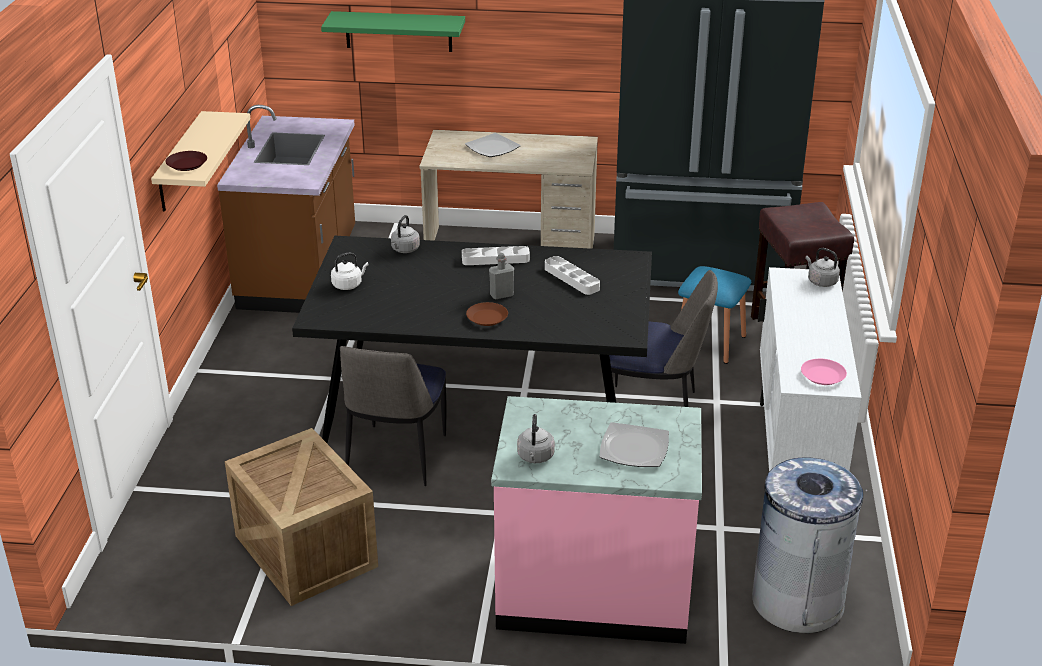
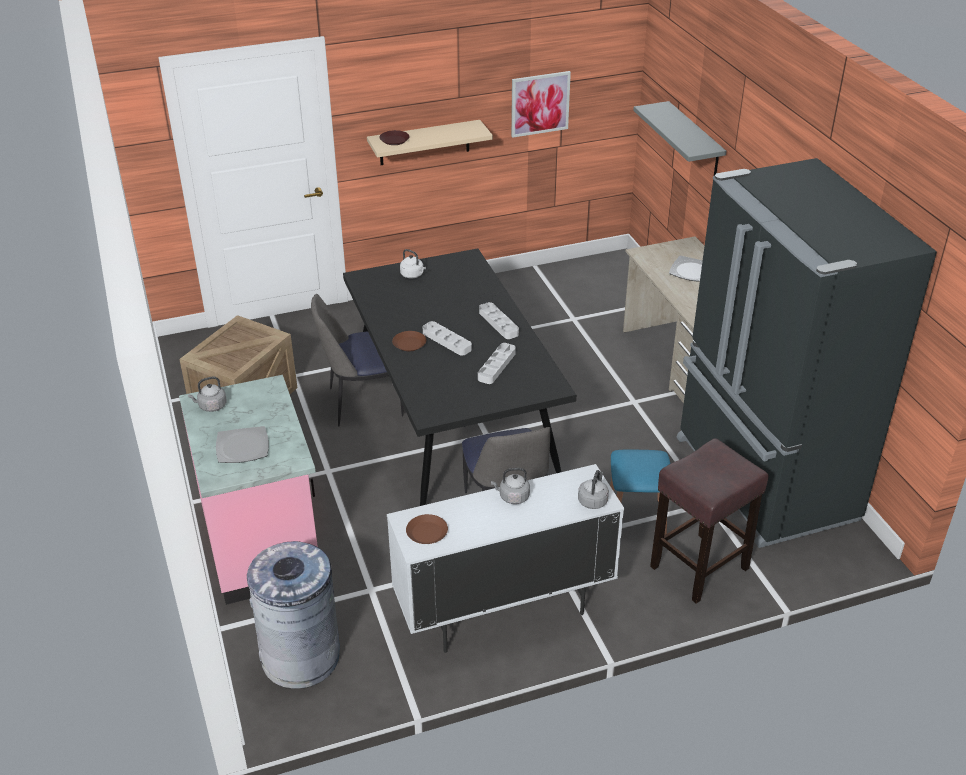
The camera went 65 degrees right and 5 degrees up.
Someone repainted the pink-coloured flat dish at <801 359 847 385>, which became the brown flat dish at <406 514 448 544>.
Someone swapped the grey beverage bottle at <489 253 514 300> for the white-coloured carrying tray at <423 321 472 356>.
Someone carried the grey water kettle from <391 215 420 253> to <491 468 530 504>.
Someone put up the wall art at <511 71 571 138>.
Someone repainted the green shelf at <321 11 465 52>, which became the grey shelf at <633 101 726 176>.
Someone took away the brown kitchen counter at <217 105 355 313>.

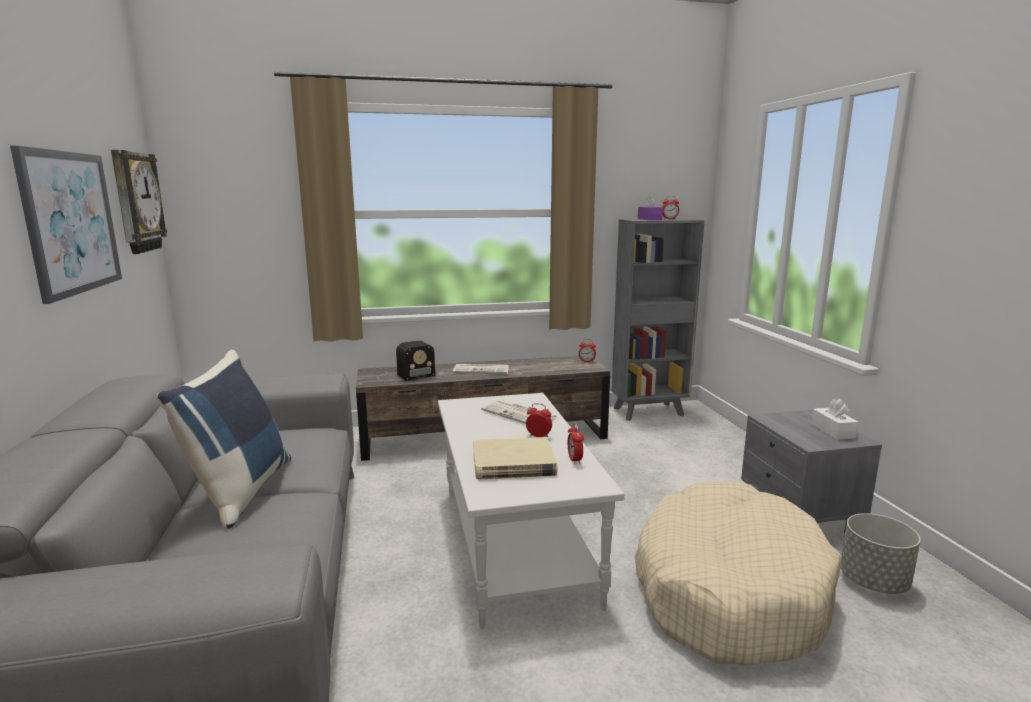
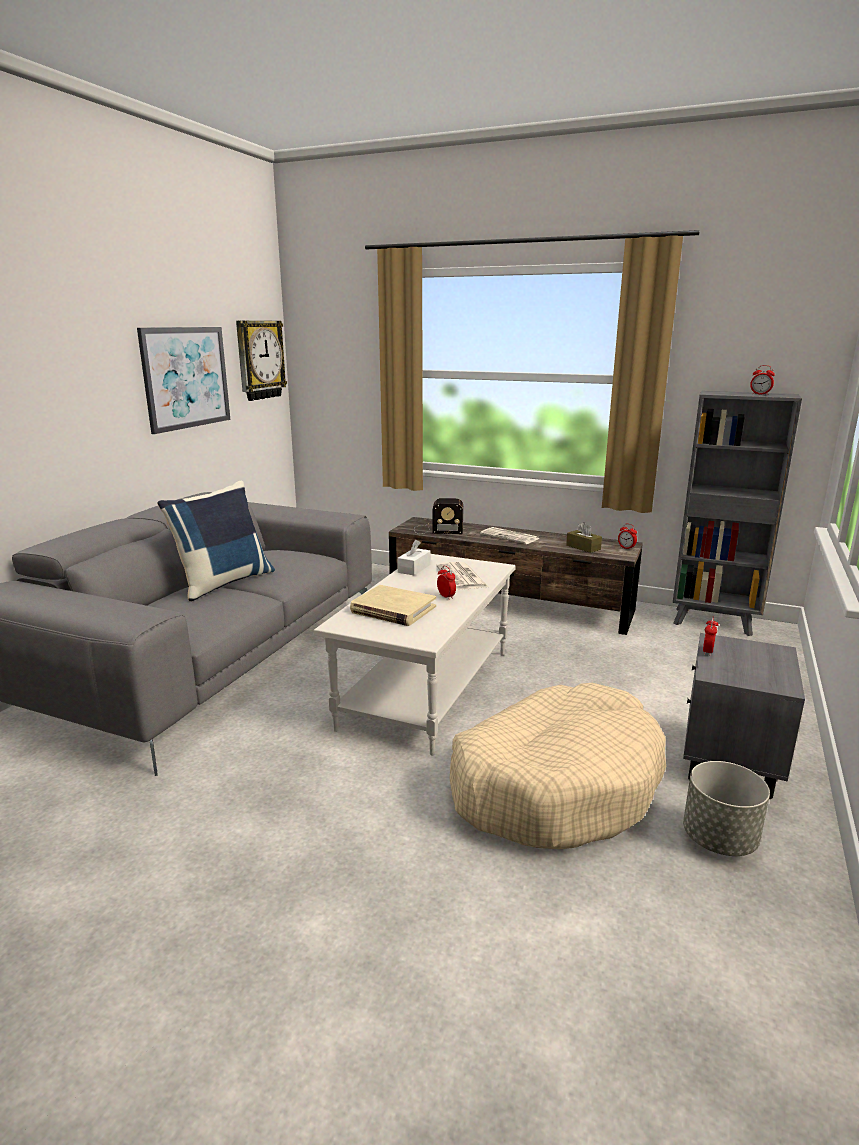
The camera went 35 degrees right and 5 degrees up.
Someone carried the white-coloured tissue box from <812 399 859 440> to <397 540 431 575>.
Someone put down the brown tissue box at <566 522 602 553>.
Someone carried the table clock from <568 423 584 464> to <703 617 719 656>.
Someone took away the purplish tissue box at <638 195 663 220>.

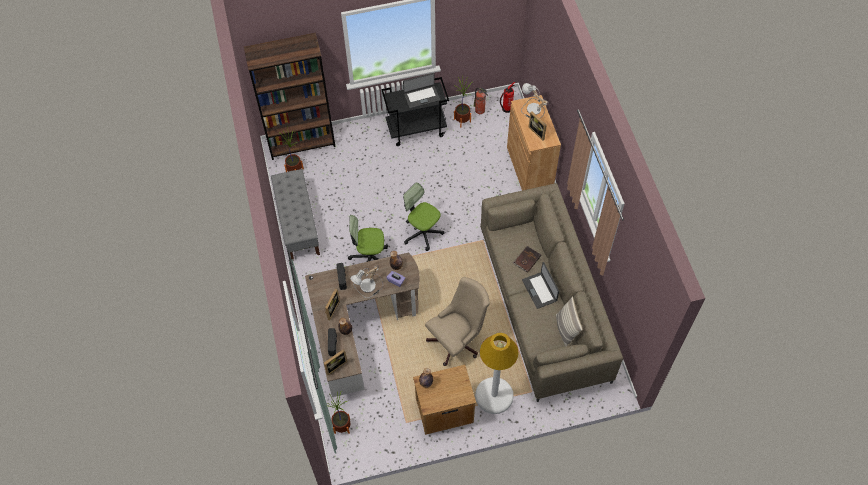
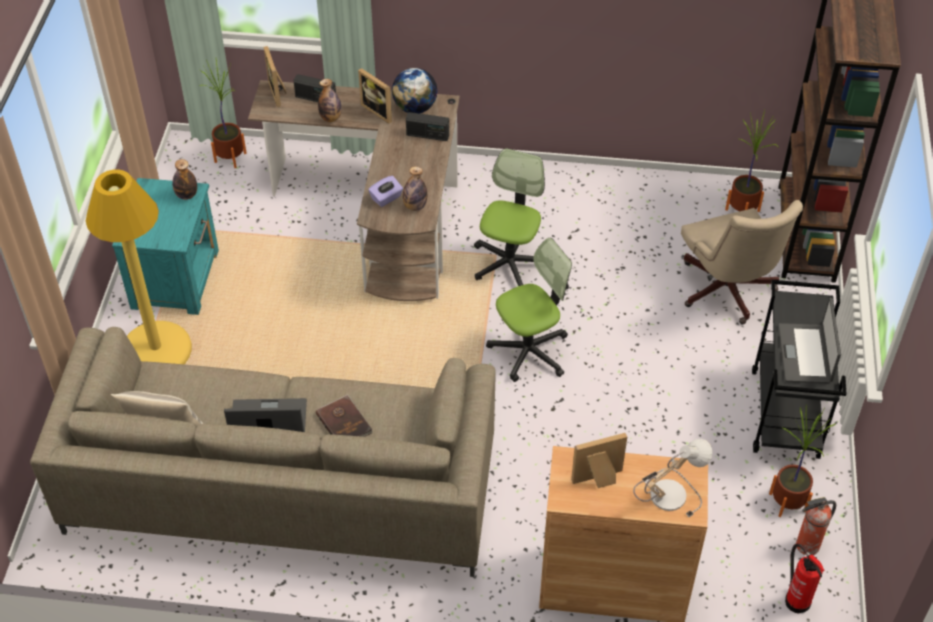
The camera went 110 degrees right and 10 degrees down.
Someone repainted the white-coloured standard lamp at <475 333 519 414>, which became the yellowish standard lamp at <86 169 192 364>.
Someone repainted the brown night table at <413 365 476 435>, which became the turquoise night table at <112 178 219 315>.
Someone put down the world globe at <392 68 438 113>.
Someone carried the beige-coloured office chair from <425 277 490 366> to <681 200 803 325>.
Someone took away the grey long seat at <271 169 320 260>.
Someone took away the table lamp at <350 265 383 298>.

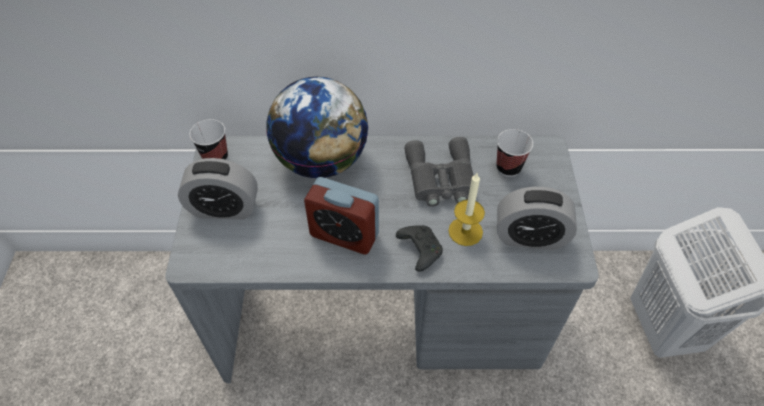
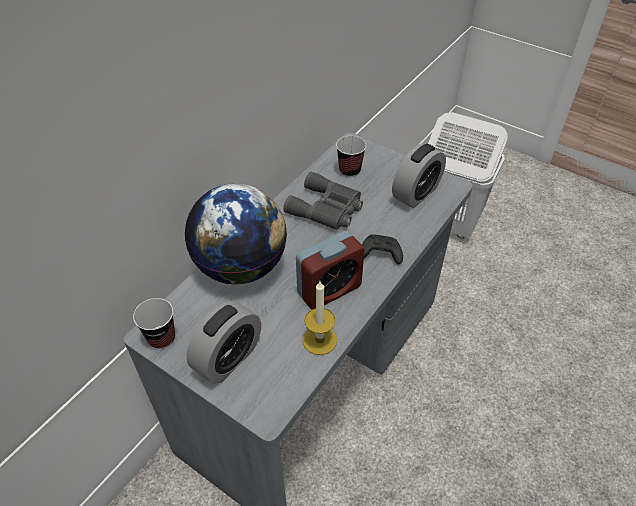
The camera went 55 degrees left and 5 degrees down.
Someone carried the candle from <448 173 485 246> to <302 281 337 355>.

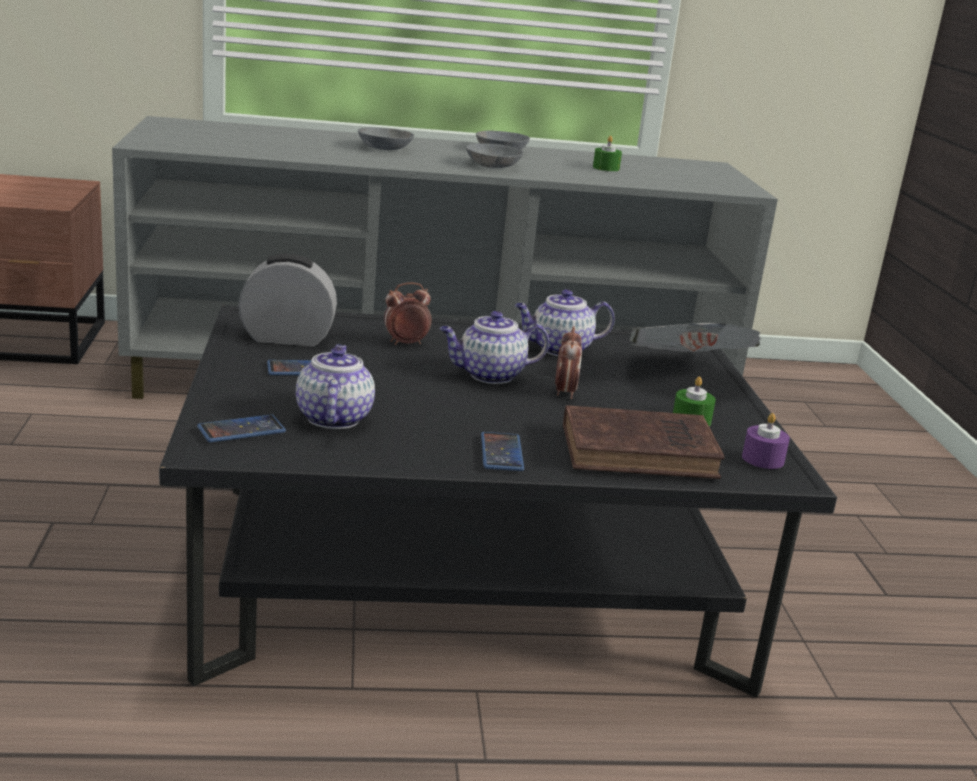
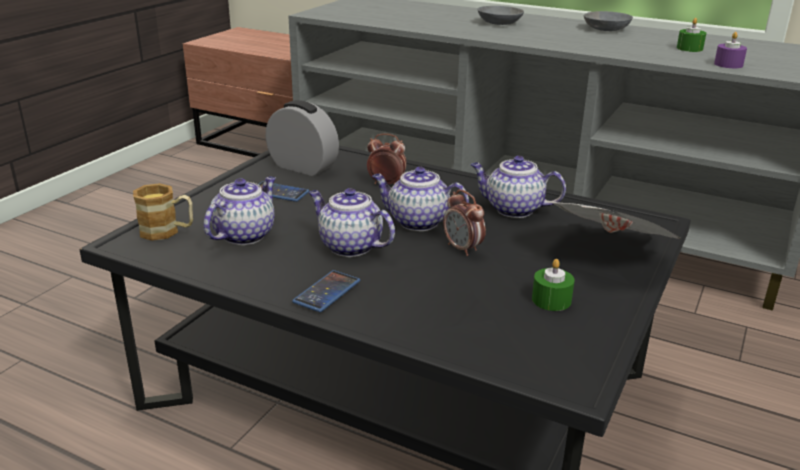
The camera went 35 degrees right and 5 degrees up.
Someone swapped the telephone at <197 414 286 442> for the mug at <133 183 193 241>.
Someone put down the pot for tea at <309 188 395 257>.
Someone rotated the table clock at <555 326 582 399> by 105 degrees clockwise.
Someone carried the purplish candle from <742 413 790 469> to <714 32 747 68>.
Someone took away the grey bowl at <466 143 524 168>.
Someone took away the brown book at <563 405 725 479>.

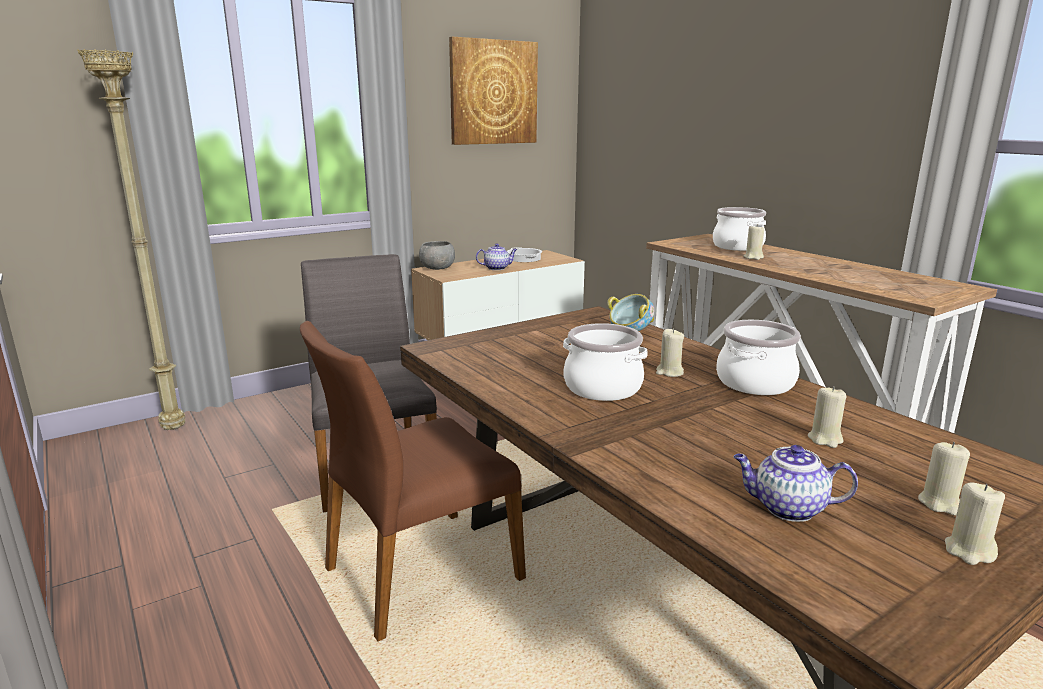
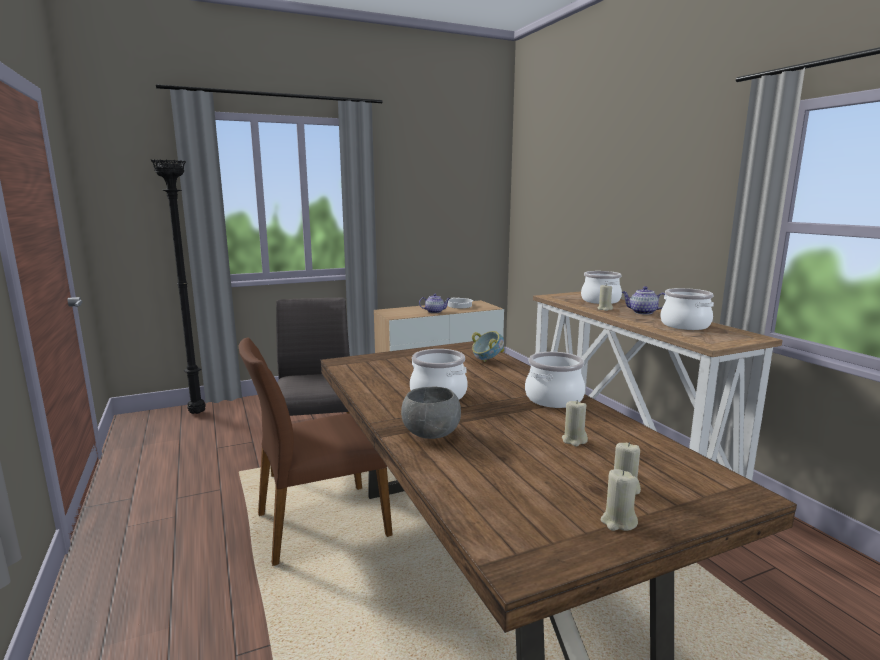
The camera went 10 degrees right and 5 degrees down.
Someone repainted the beige-coloured standard lamp at <77 49 185 430>, which became the black standard lamp at <151 159 206 414>.
Someone carried the grey bowl from <419 241 455 270> to <401 387 461 439>.
Someone carried the pot for tea from <733 445 858 522> to <622 286 665 315>.
Someone put down the saucepot at <660 288 714 330>.
Someone took away the wall art at <449 37 538 145>.
Someone took away the beige-coloured candle at <656 329 684 377>.

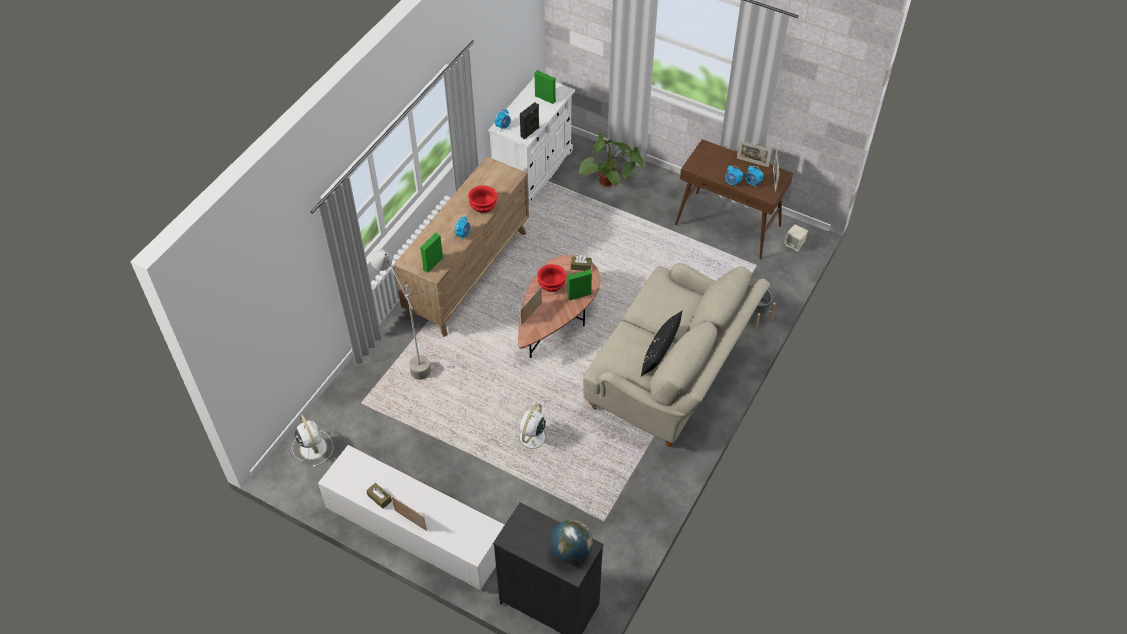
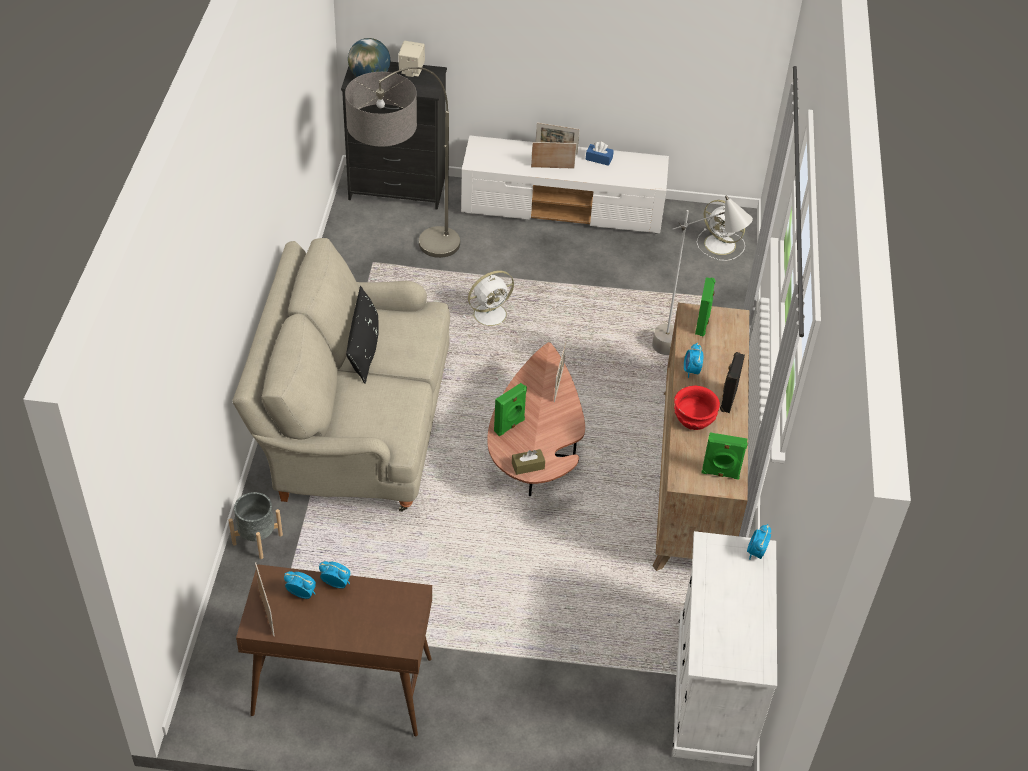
The camera went 155 degrees right and 5 degrees down.
Someone put down the standard lamp at <345 67 460 258>.
Someone carried the beige-coloured loudspeaker from <784 224 808 251> to <398 41 425 77>.
Someone rotated the white-coloured cooling fan at <514 404 551 456> by 60 degrees clockwise.
Someone carried the picture frame from <737 140 772 167> to <531 142 577 169>.
Someone repainted the brown tissue box at <366 483 392 509>, which became the blue tissue box at <586 141 614 166>.
Someone carried the green loudspeaker from <534 70 556 104> to <701 432 748 479>.
Someone carried the black loudspeaker from <520 102 539 139> to <720 352 745 413>.
Someone took away the reddish bowl at <537 264 567 292>.
Someone took away the houseplant at <578 133 644 187>.

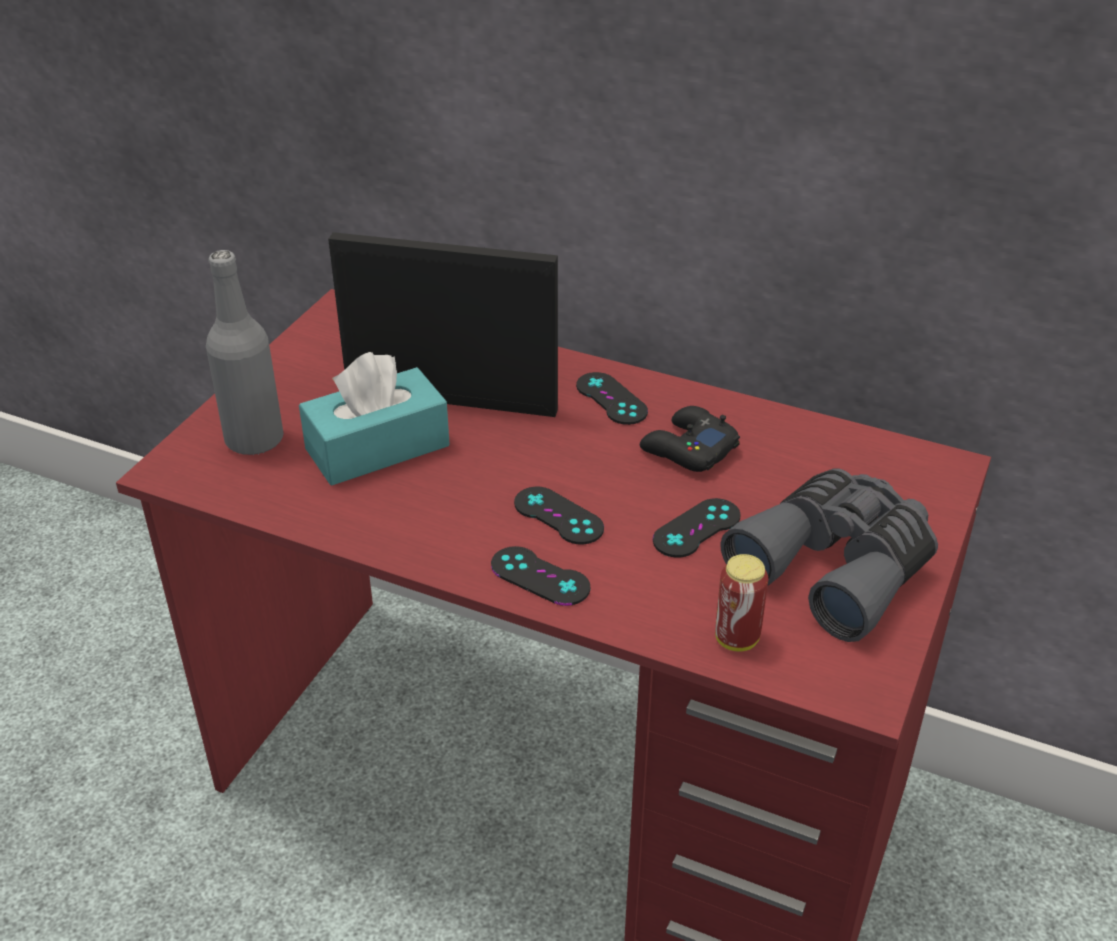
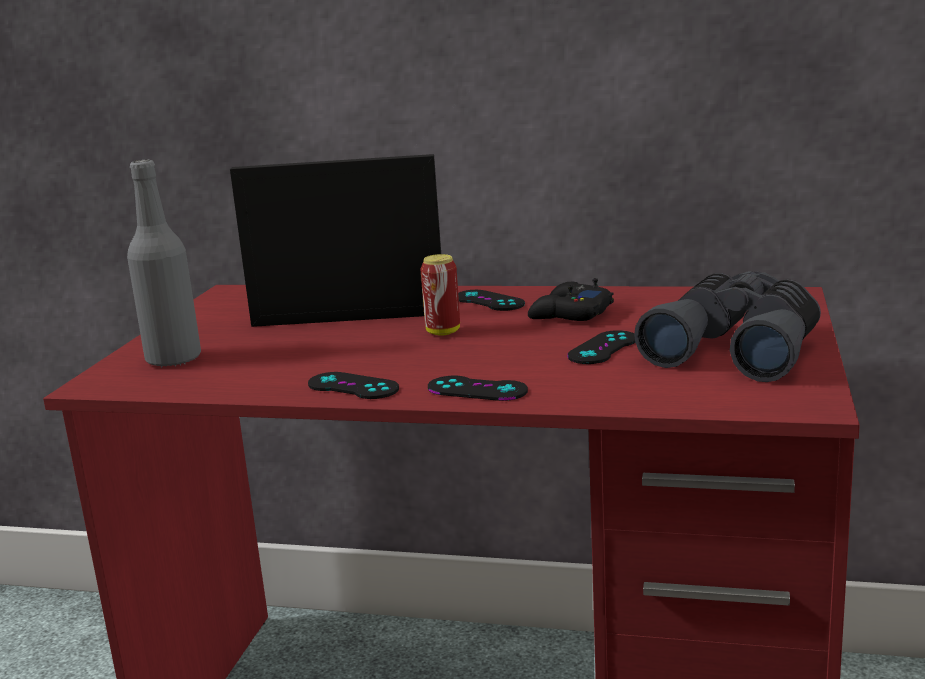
The camera went 10 degrees left and 20 degrees down.
Someone carried the black game controller from <514 487 604 544> to <308 372 399 399>.
Someone carried the sealed can from <715 554 768 652> to <421 254 460 336>.
Someone took away the turquoise tissue box at <299 352 450 486>.

